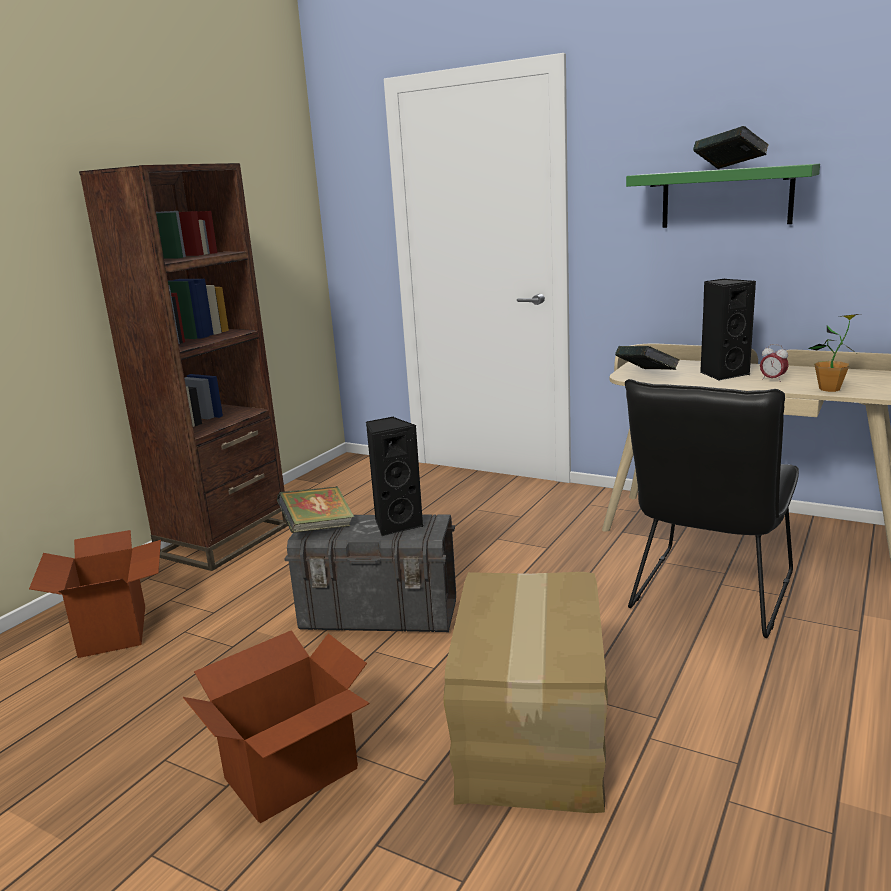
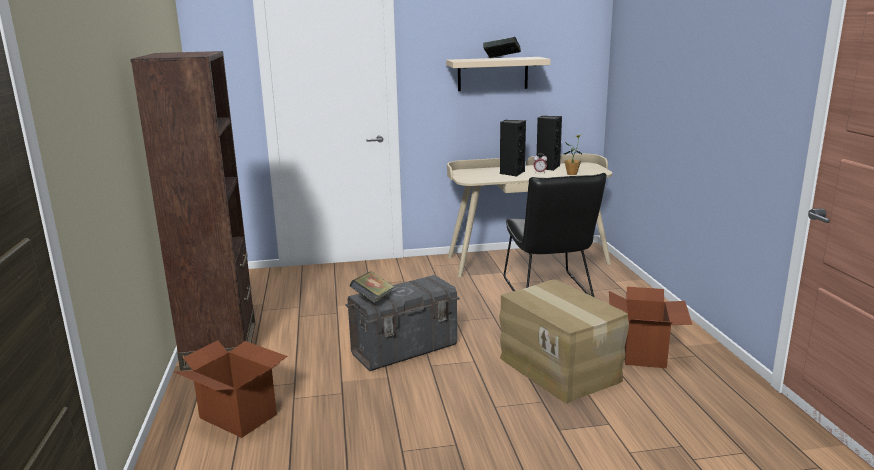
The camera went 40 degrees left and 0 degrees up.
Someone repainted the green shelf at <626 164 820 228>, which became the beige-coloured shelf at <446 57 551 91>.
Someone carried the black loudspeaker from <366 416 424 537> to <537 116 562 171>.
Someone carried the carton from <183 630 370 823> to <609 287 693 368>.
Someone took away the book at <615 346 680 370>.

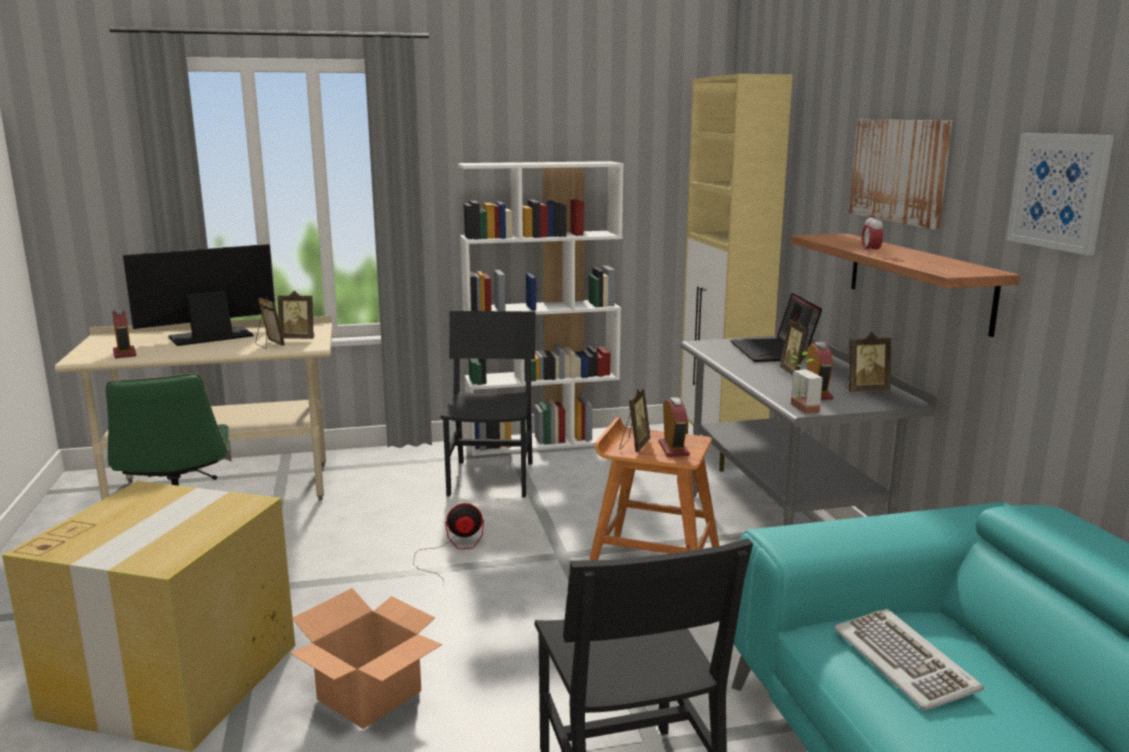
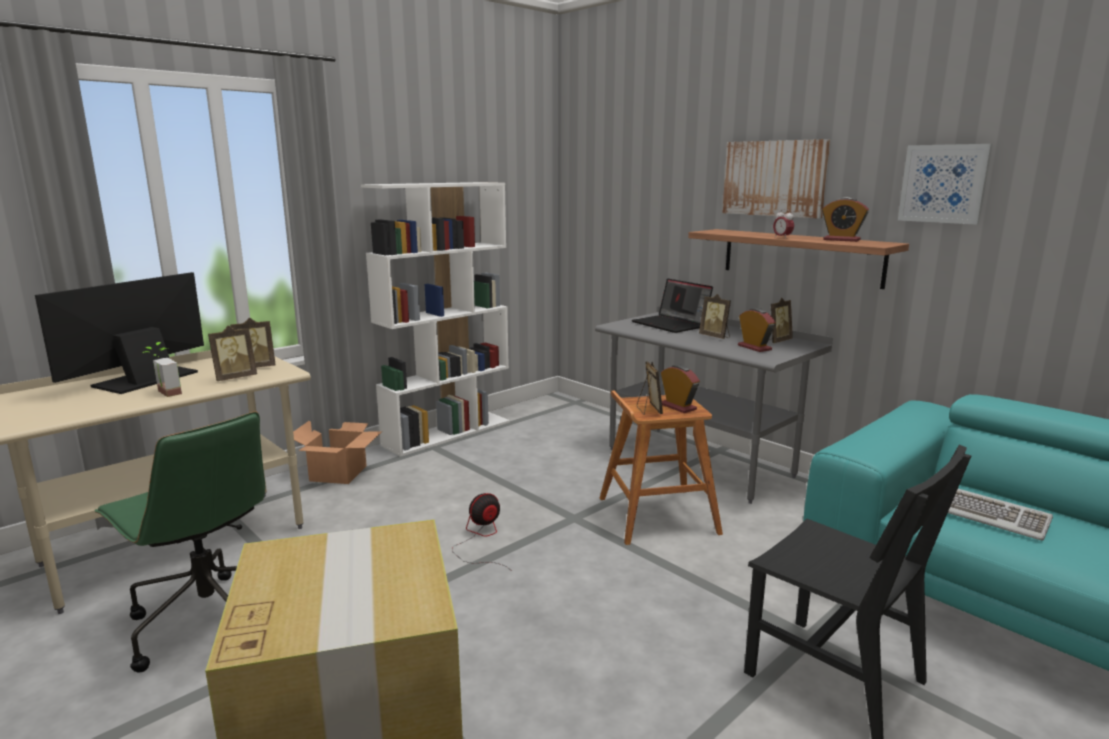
The camera went 30 degrees left and 0 degrees up.
Someone carried the houseplant from <790 352 823 414> to <143 342 182 397>.
Someone rotated the picture frame at <255 296 285 349> by 120 degrees clockwise.
Someone carried the carton from <290 588 442 729> to <293 421 382 484>.
Someone carried the table clock from <112 309 136 358> to <822 197 869 242>.
Someone took away the black upright chair at <440 311 535 498>.
Someone took away the beige-coloured cupboard at <680 74 793 472>.

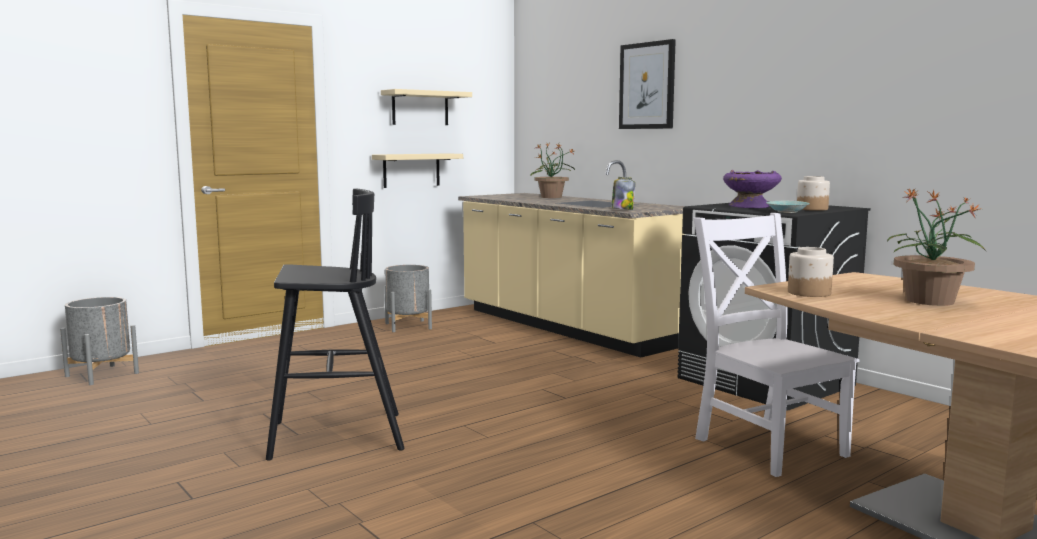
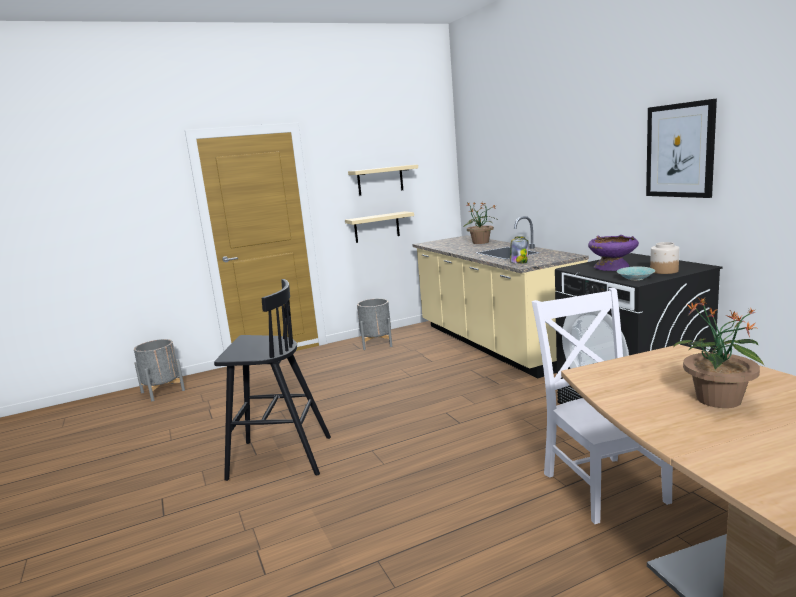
The camera went 15 degrees right and 5 degrees up.
Someone carried the wall art from <619 39 676 129> to <646 99 717 198>.
Someone took away the storage jar at <788 247 834 297>.

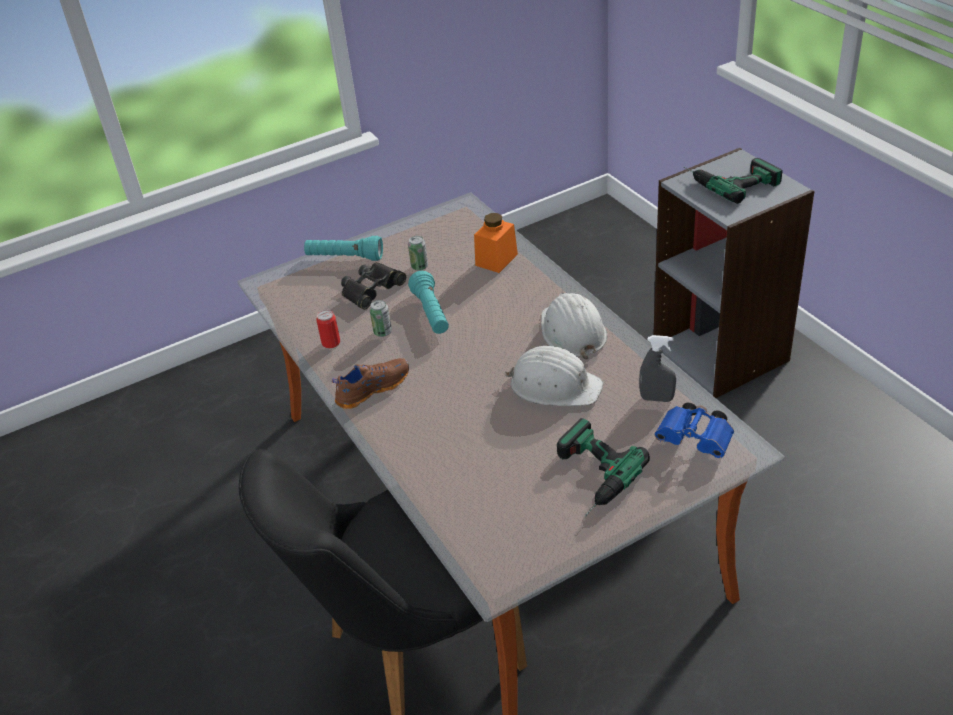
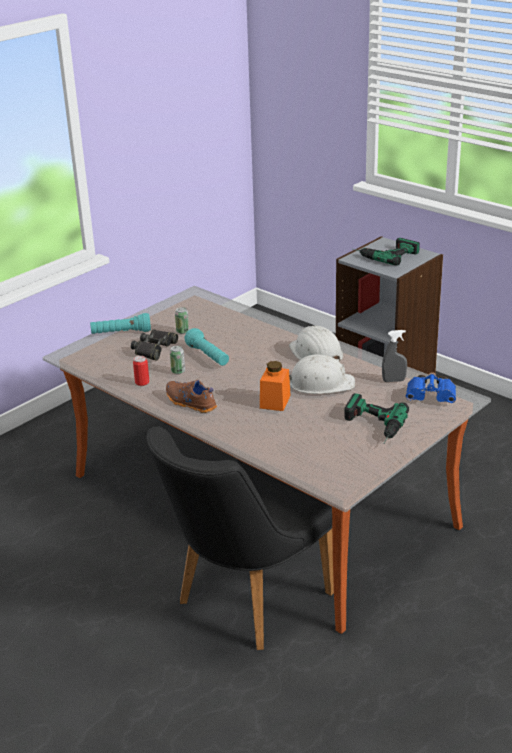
The camera went 20 degrees left and 10 degrees down.
Someone rotated the brown item of footwear at <332 358 409 409> by 90 degrees counterclockwise.
Someone carried the orange storage jar from <474 213 518 273> to <260 361 291 411>.

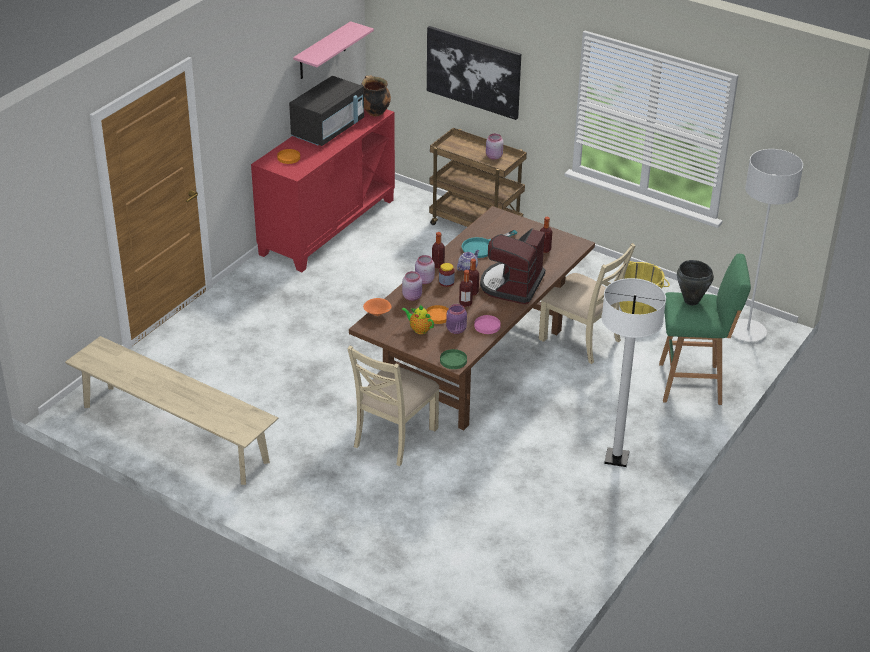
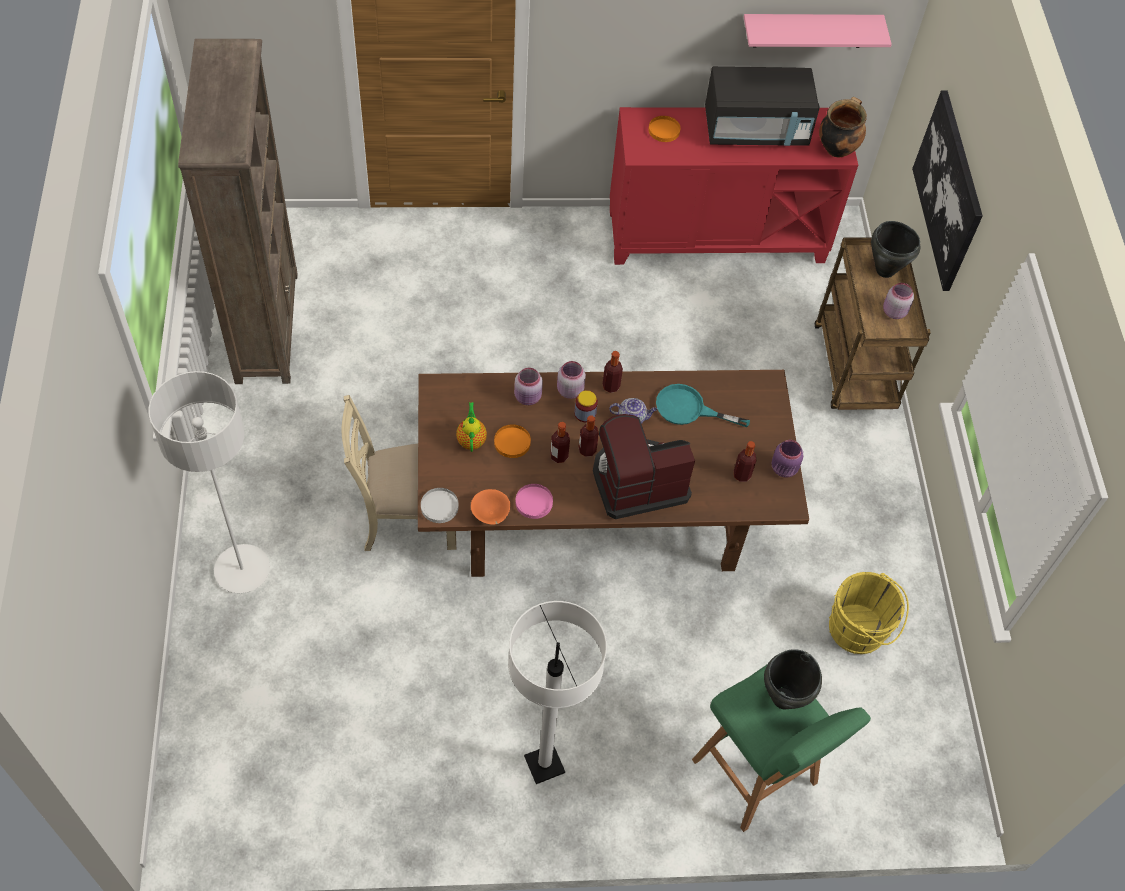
The camera went 50 degrees right and 20 degrees up.
Someone carried the white-coloured standard lamp from <732 149 803 342> to <148 371 270 593>.
Someone swapped the beige-coloured long seat at <65 336 278 485> for the brown bookshelf at <178 39 298 384>.
Someone repainted the green flat dish at <440 349 467 369>, which became the white-coloured flat dish at <421 488 459 523>.
Someone carried the orange bowl from <363 298 391 316> to <471 489 510 525>.
Someone carried the purplish storage jar from <446 304 467 334> to <771 440 804 477>.
Someone put down the black saucepot at <871 221 920 278>.
Someone took away the beige-coloured upright chair at <539 243 636 364>.

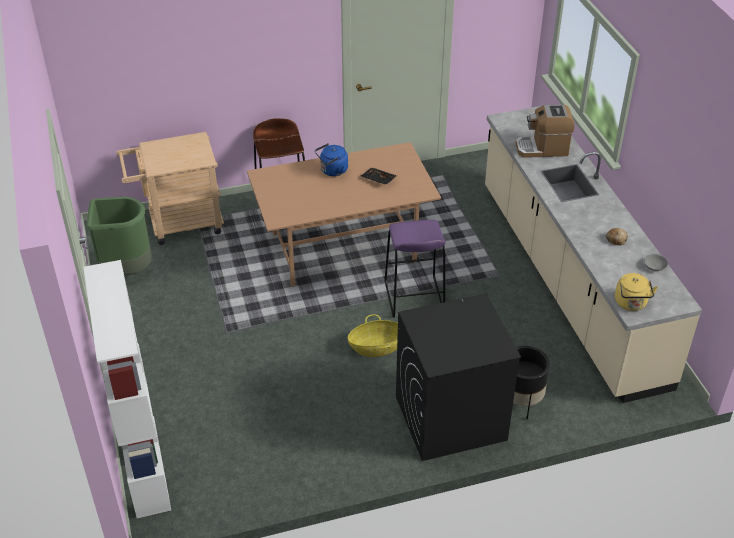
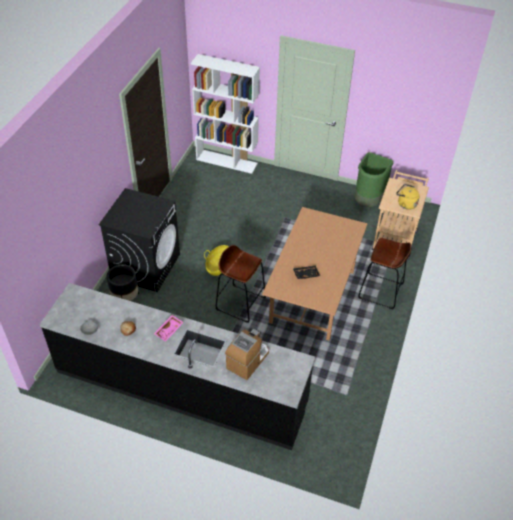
The camera went 125 degrees right and 5 degrees up.
Someone repainted the beige-coloured kitchen counter at <485 106 702 403>, which became the black kitchen counter at <40 283 315 450>.
Someone put down the pink-coloured carrying tray at <154 315 184 342>.
Someone repainted the purplish stool seat at <385 220 446 318>, which became the brown stool seat at <216 245 266 323>.
Someone carried the yellowish water kettle from <615 273 658 311> to <396 184 420 210>.
Someone took away the blue water kettle at <315 143 348 176>.

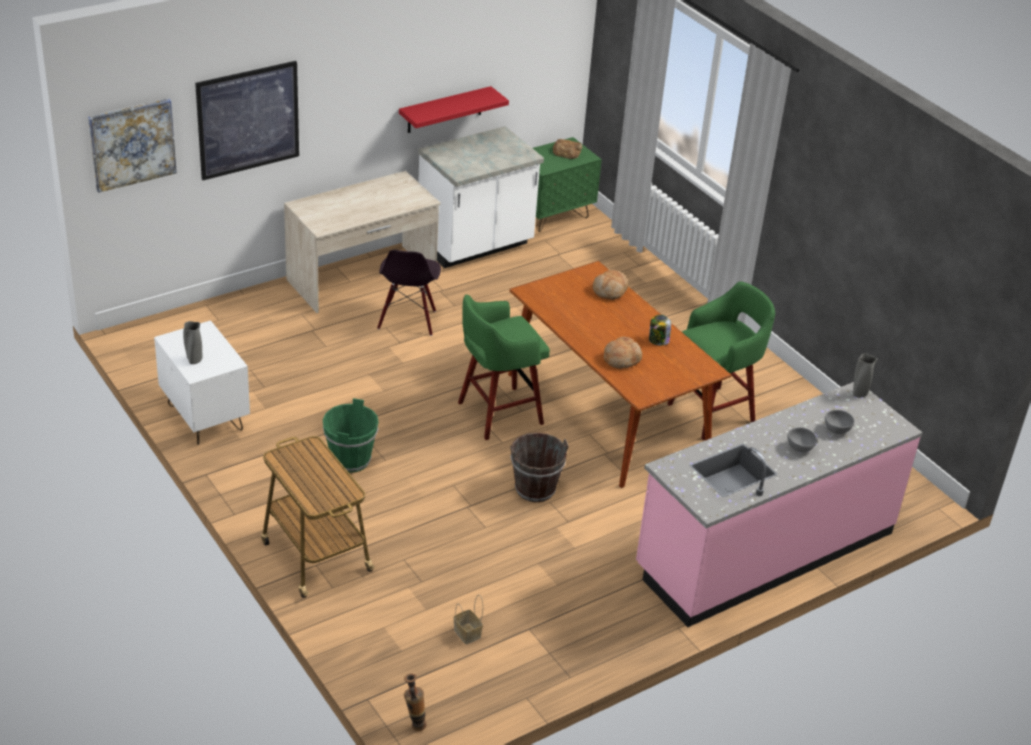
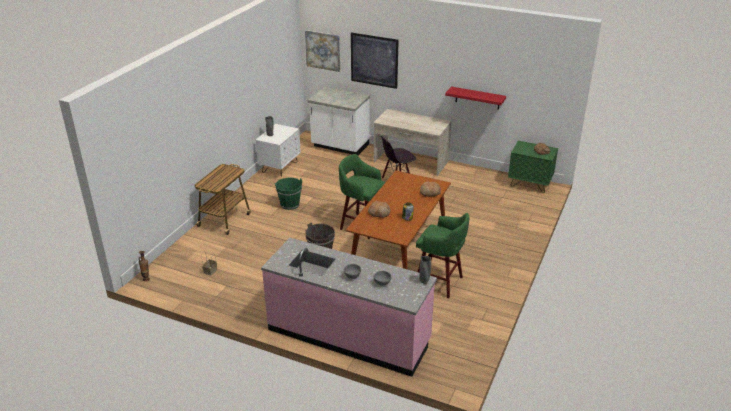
The camera went 60 degrees right and 5 degrees down.
Someone carried the white-coloured kitchen counter from <418 126 544 268> to <308 87 370 155>.

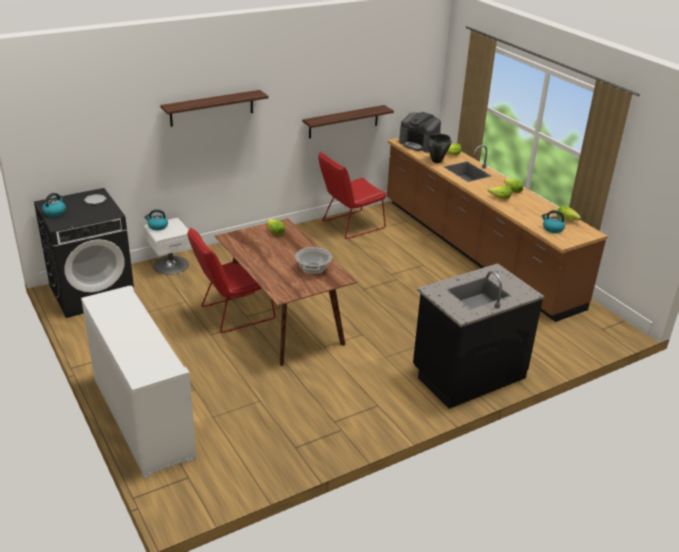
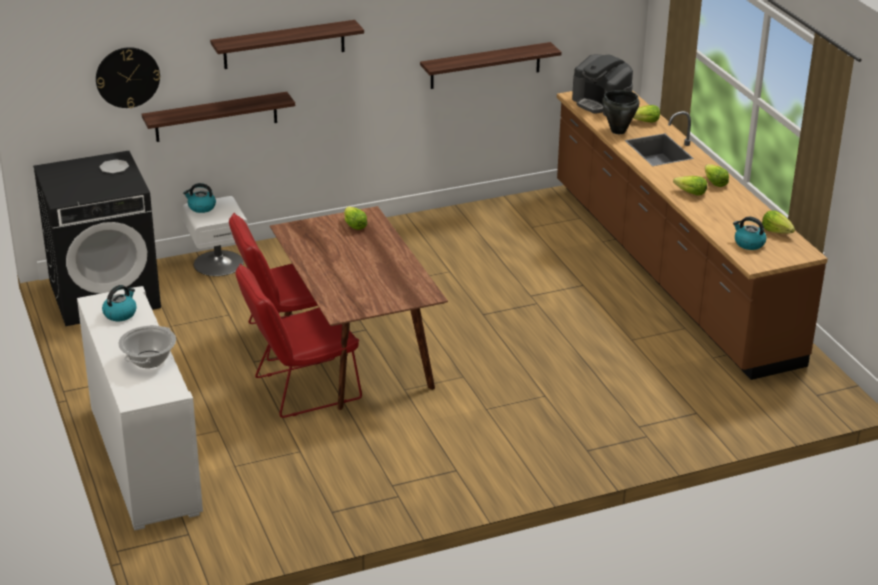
The camera went 10 degrees right and 0 degrees up.
Someone put up the wall clock at <96 47 160 108>.
Someone carried the water kettle from <42 193 66 217> to <102 285 137 321>.
Someone carried the saucepot from <295 247 332 274> to <118 325 176 368>.
Someone put up the shelf at <142 92 295 142>.
Someone carried the reddish upright chair from <318 152 387 239> to <235 264 362 418>.
Someone took away the black kitchen counter at <413 263 544 409>.

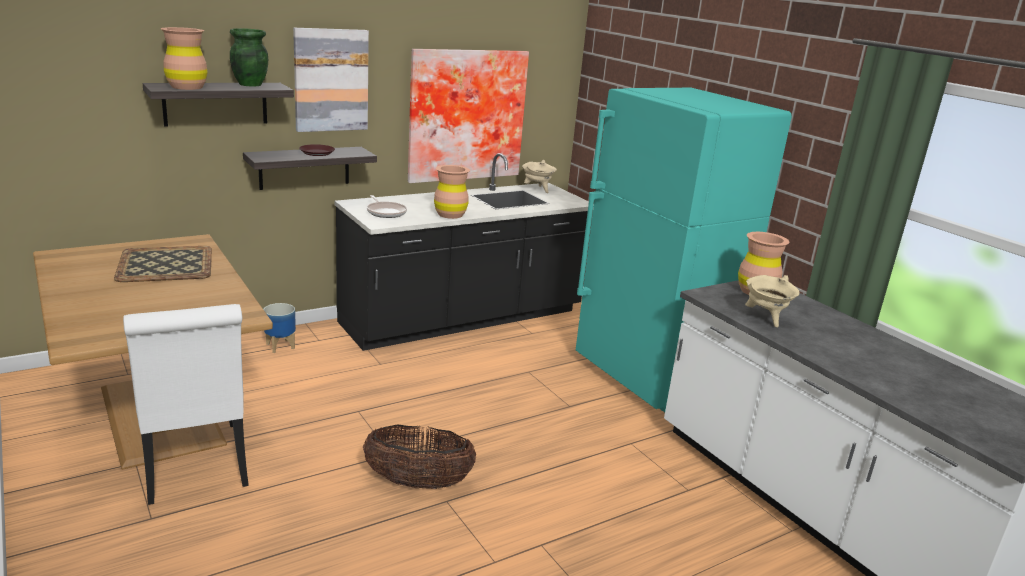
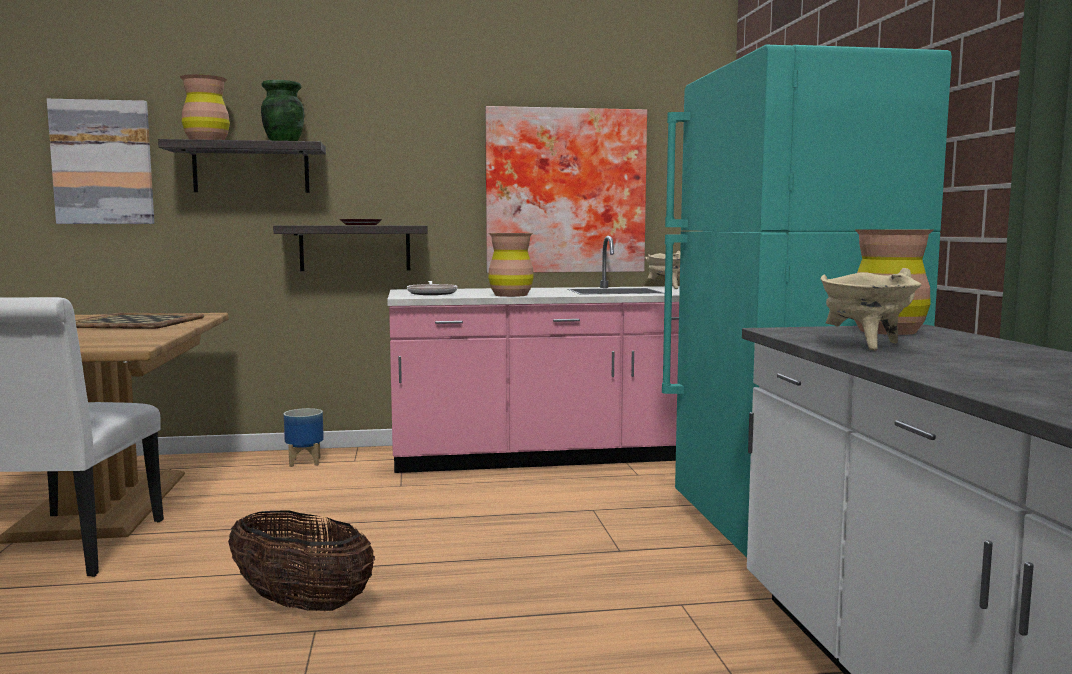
The camera went 25 degrees right and 15 degrees down.
Someone carried the wall art from <293 28 369 132> to <47 99 154 224>.
Someone repainted the black kitchen counter at <334 153 594 351>, which became the pink-coloured kitchen counter at <387 236 680 473>.

